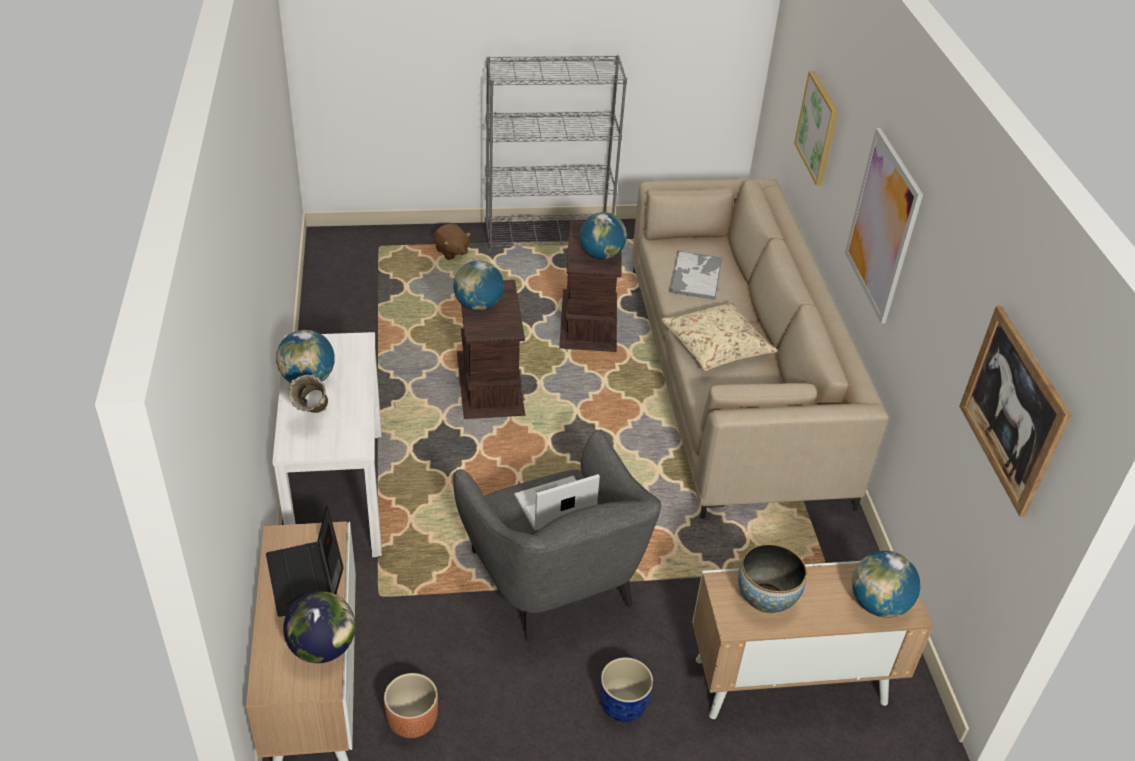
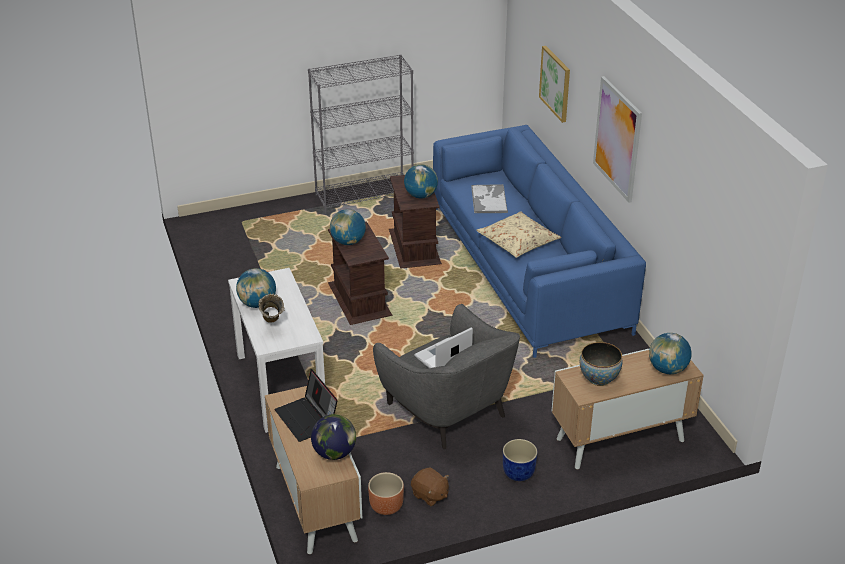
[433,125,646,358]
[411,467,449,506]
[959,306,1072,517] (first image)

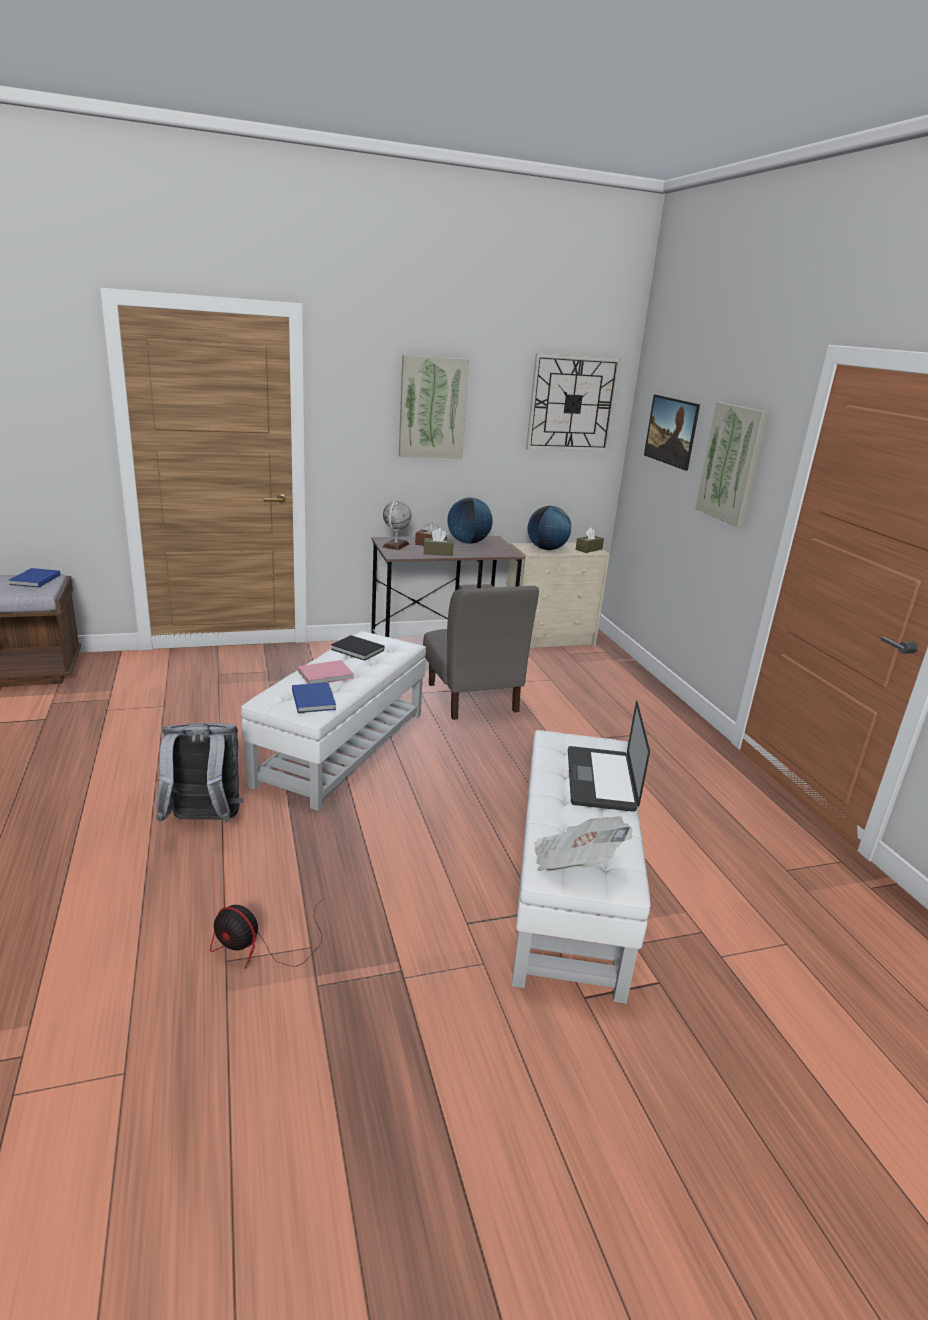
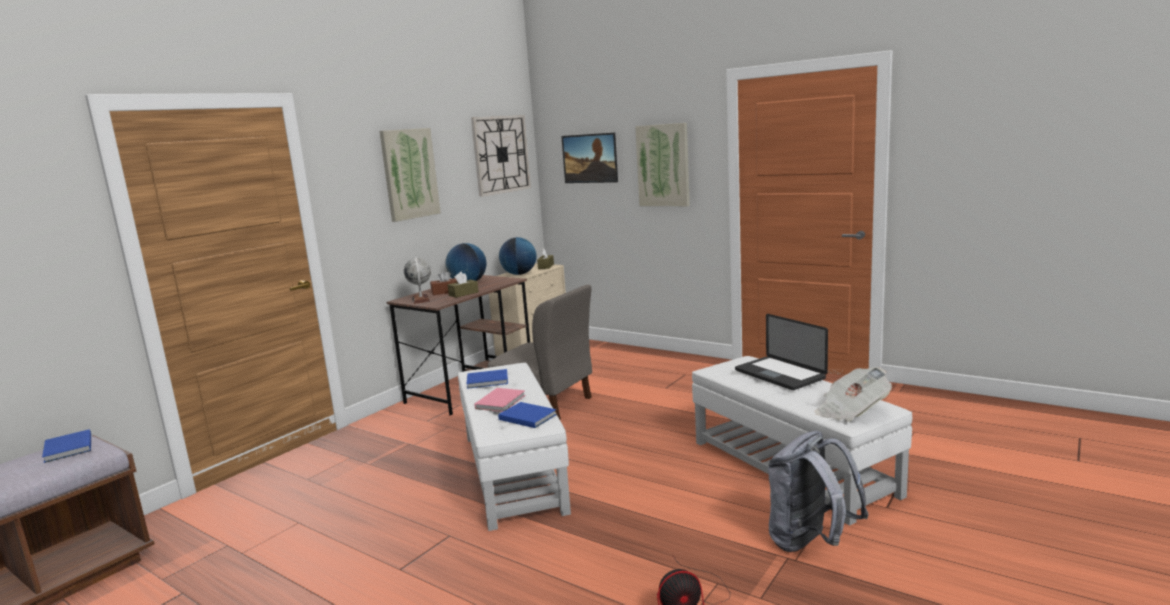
[467,369,508,389]
[768,431,869,552]

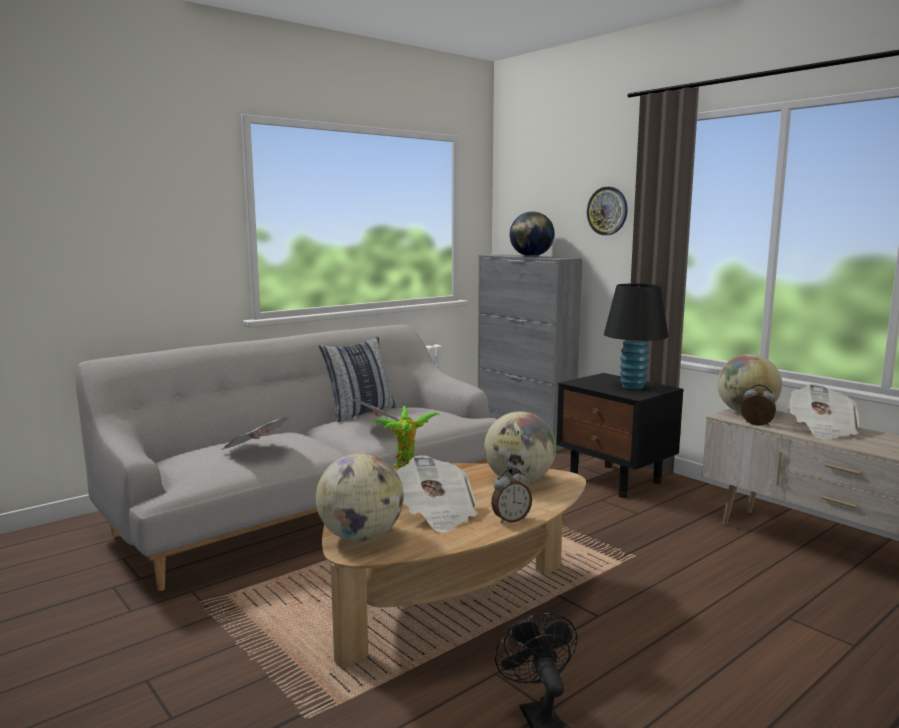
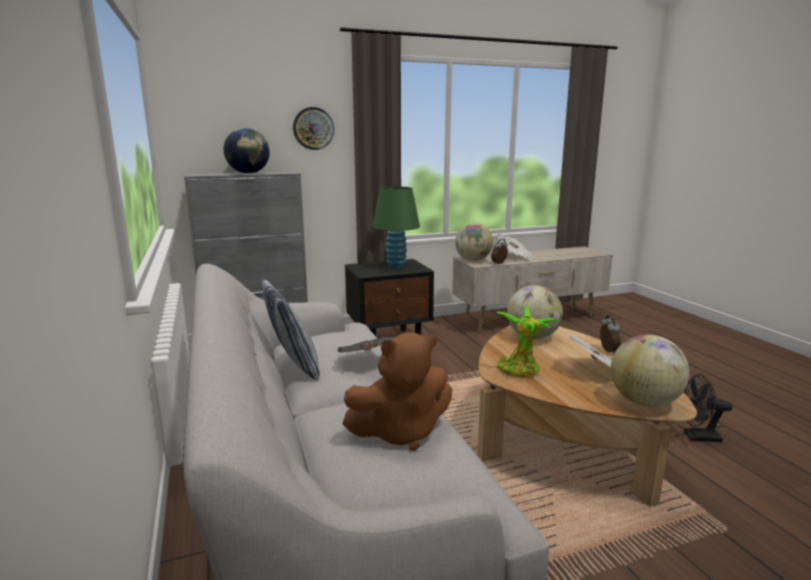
[372,186,420,268]
[343,332,452,451]

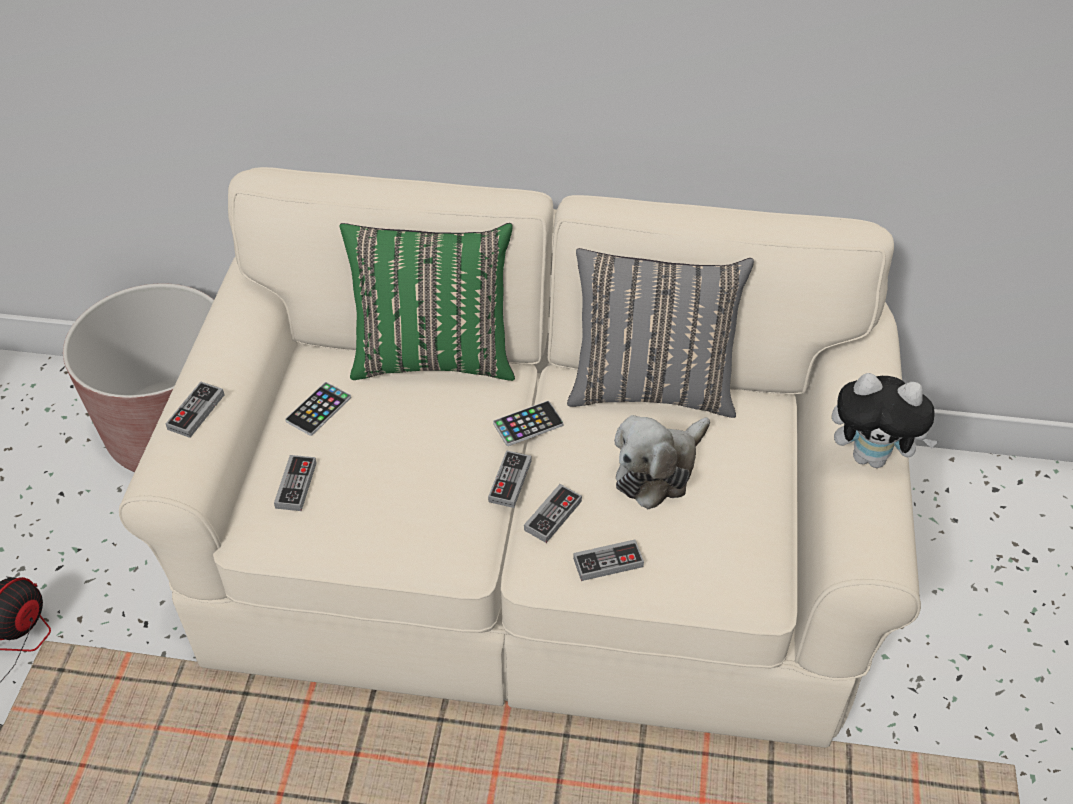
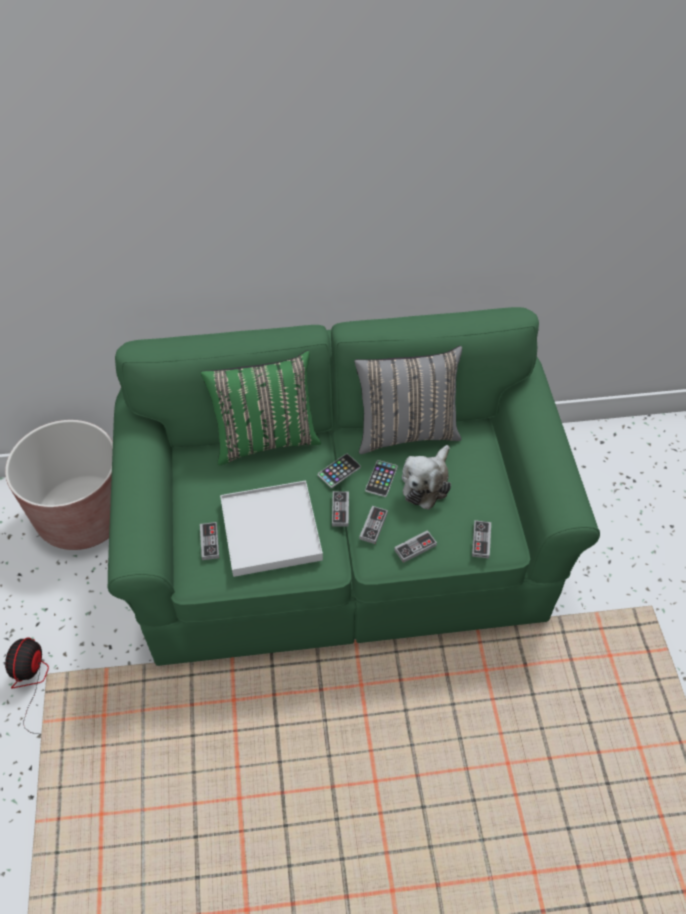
[108,307,600,666]
[832,373,939,468] (first image)
[472,520,491,558]
[365,460,398,497]
[220,480,323,577]

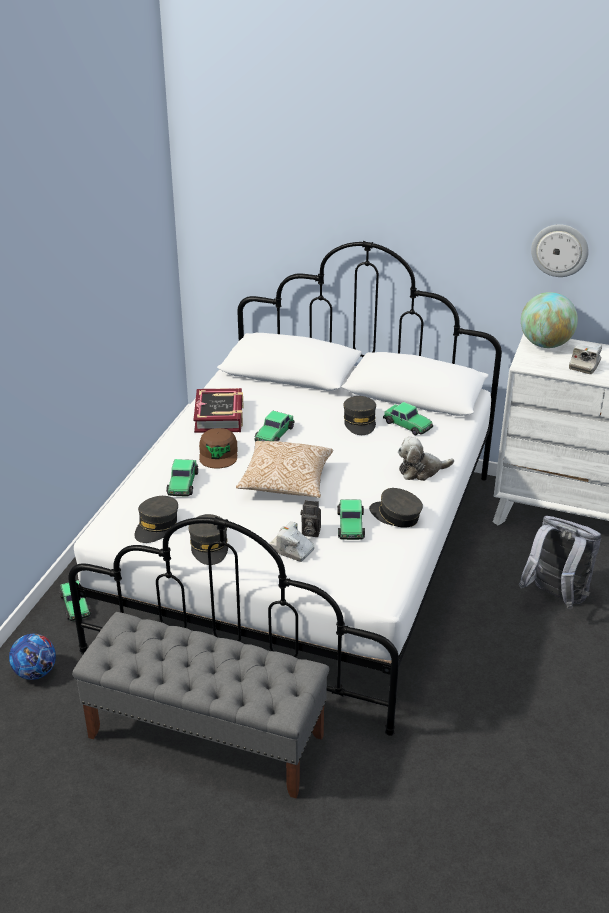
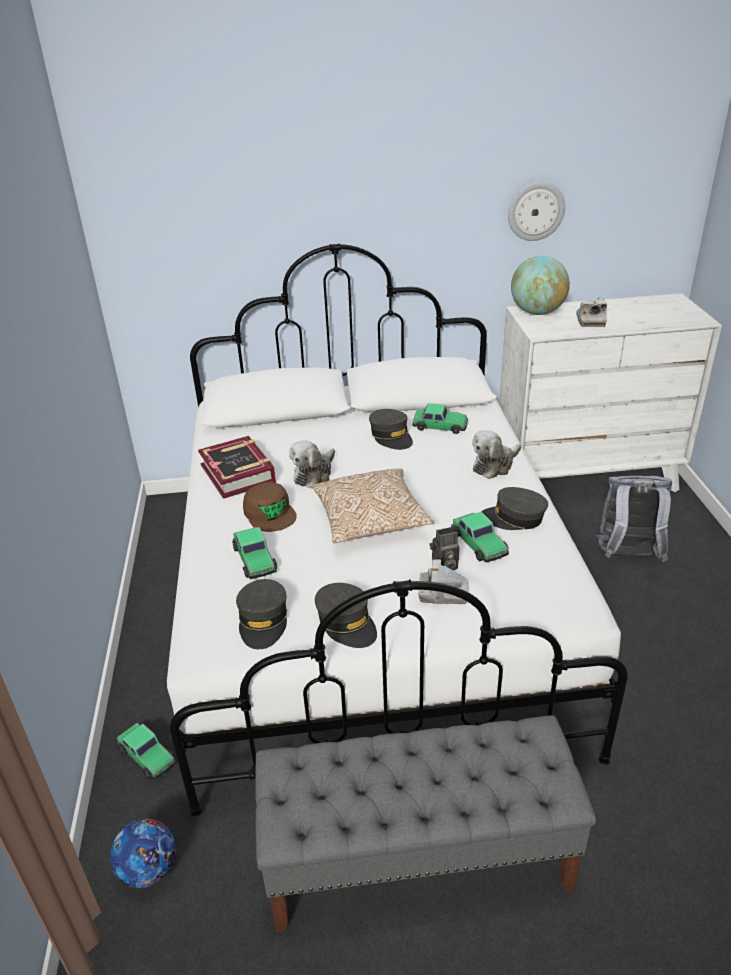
[289,441,335,489]

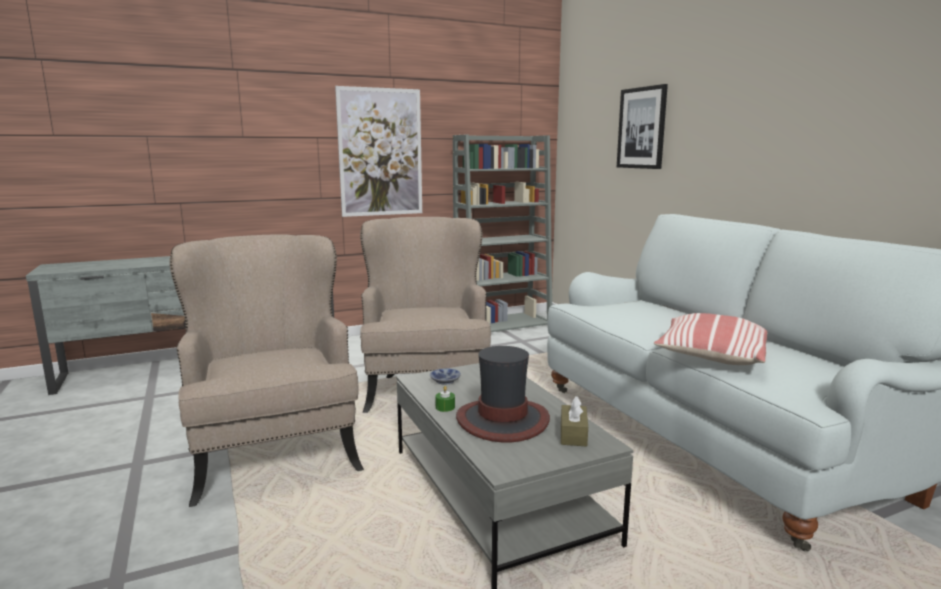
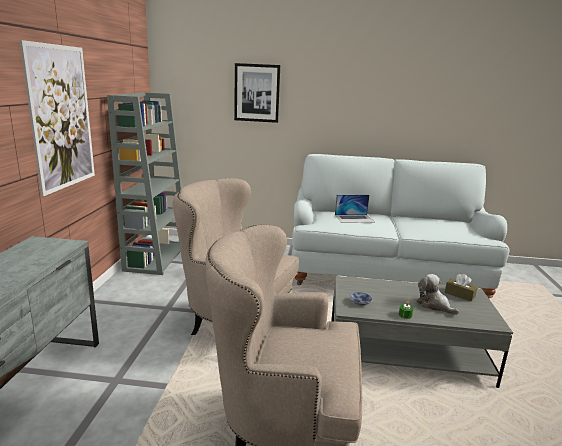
[654,313,767,365] (first image)
[416,274,459,315]
[335,195,374,223]

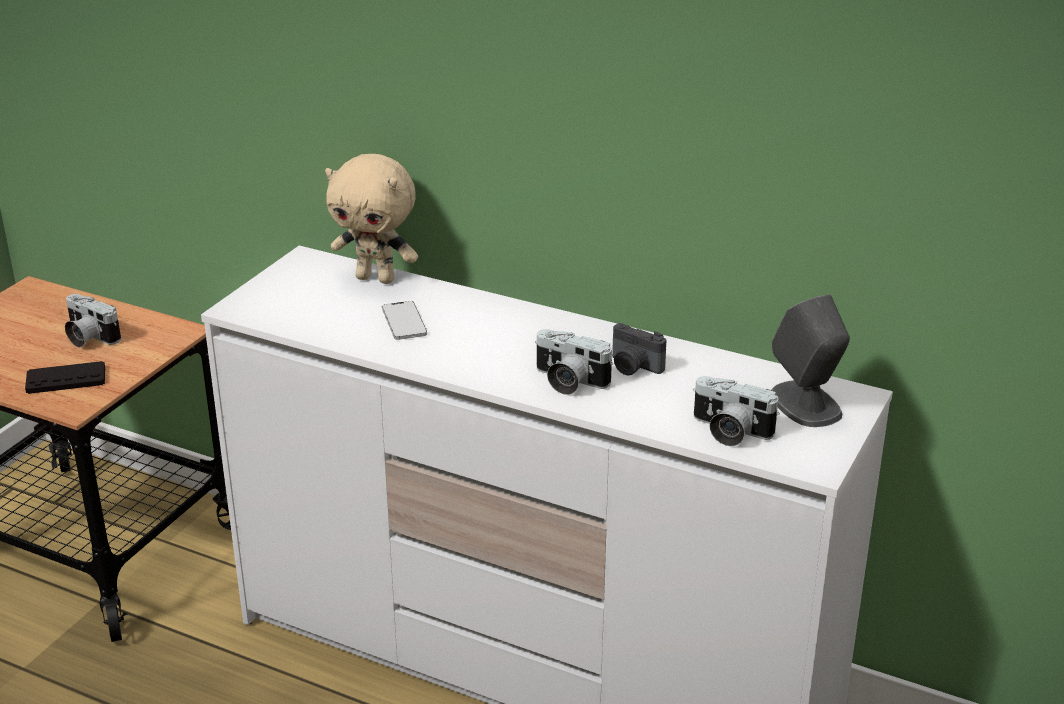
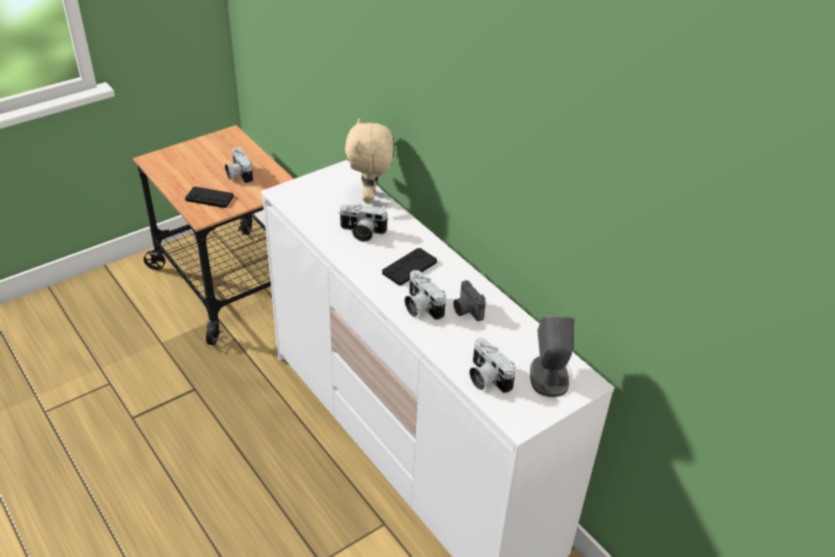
[345,118,394,203]
[338,204,389,242]
[382,248,437,285]

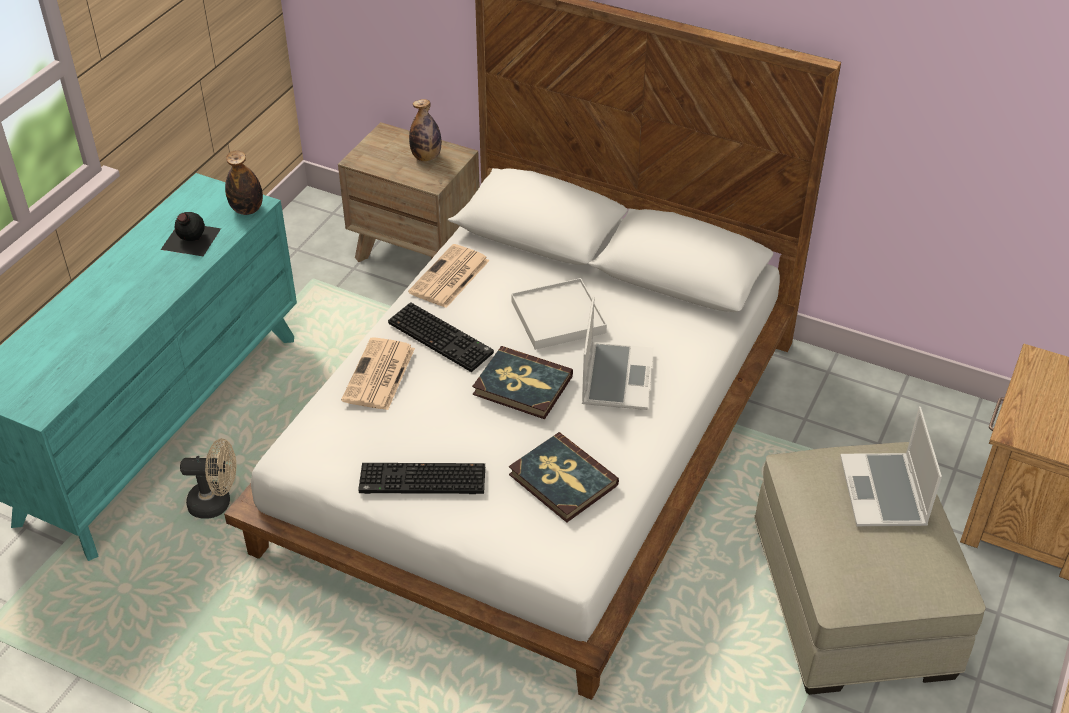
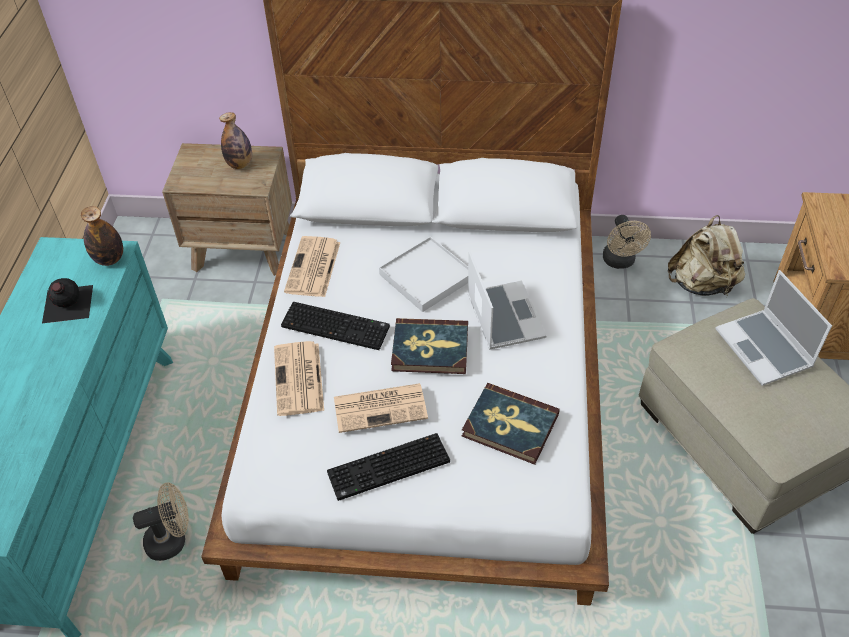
[603,215,651,269]
[668,215,745,297]
[334,383,428,433]

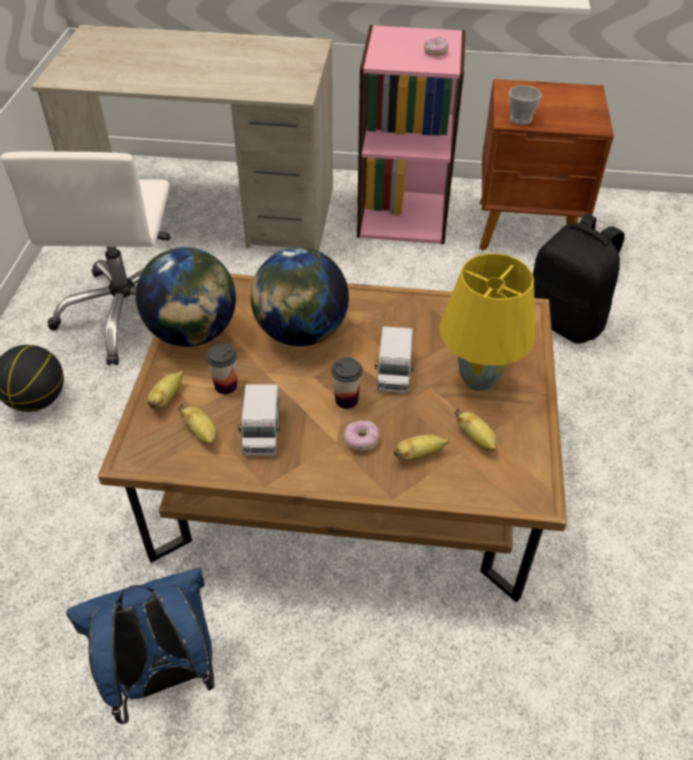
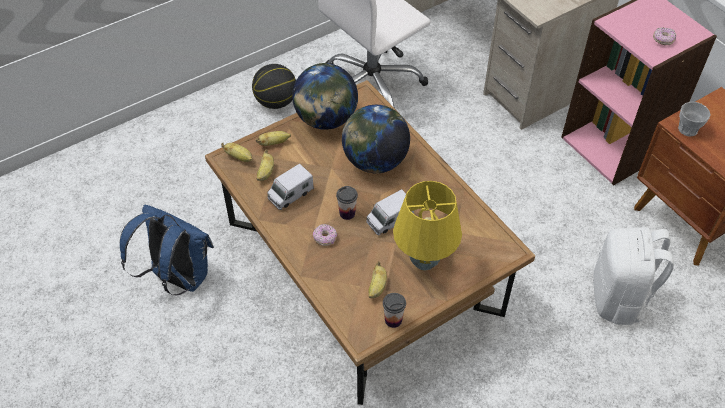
[593,227,674,325]
[383,293,406,328]
[221,143,252,162]

